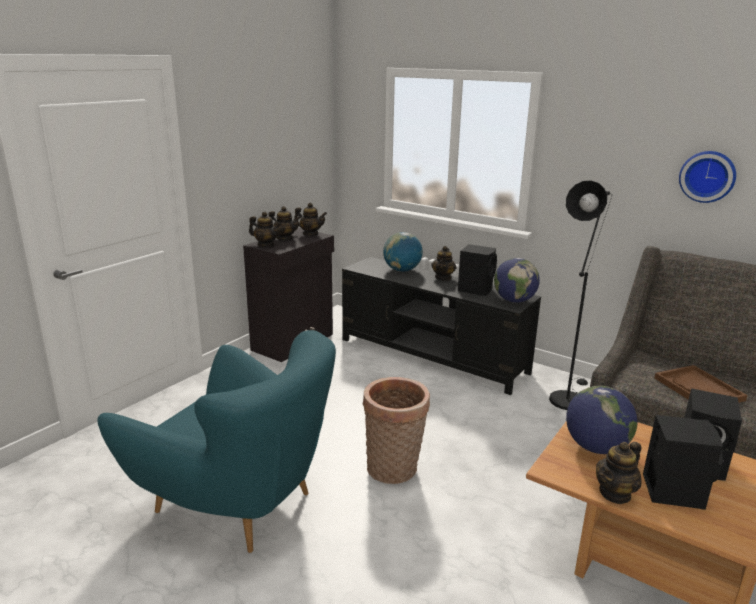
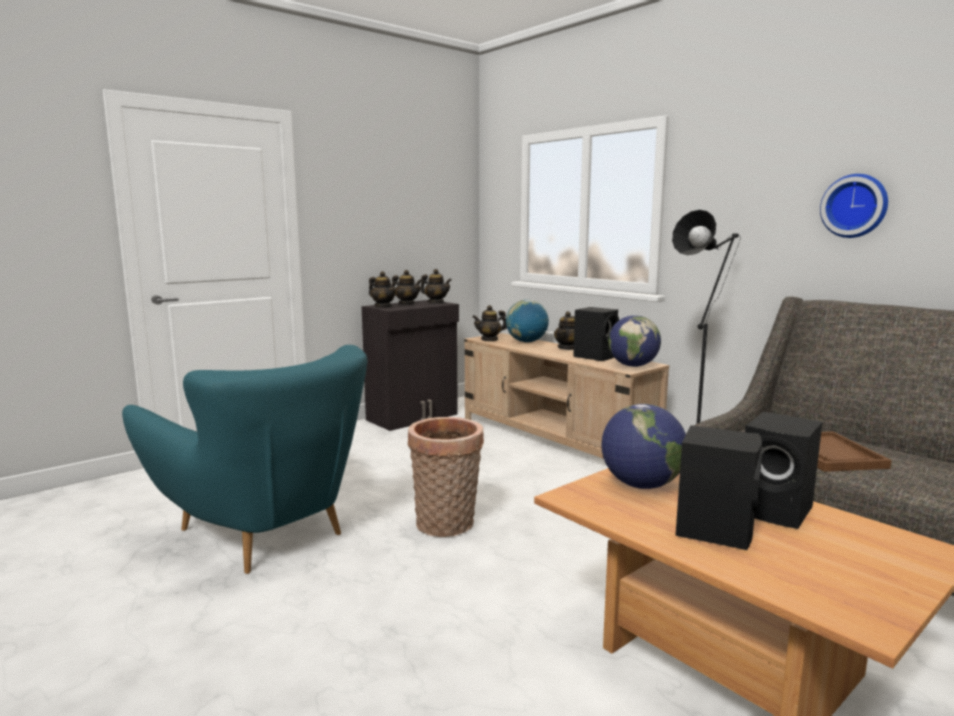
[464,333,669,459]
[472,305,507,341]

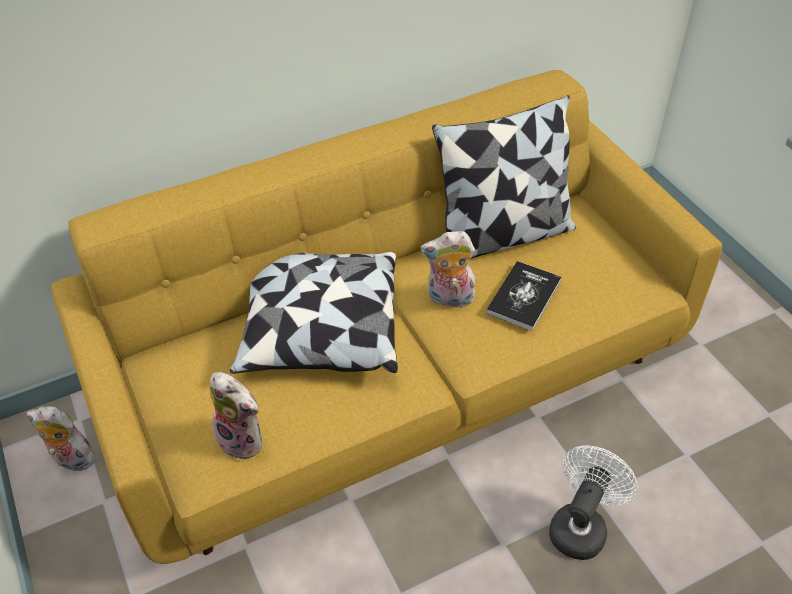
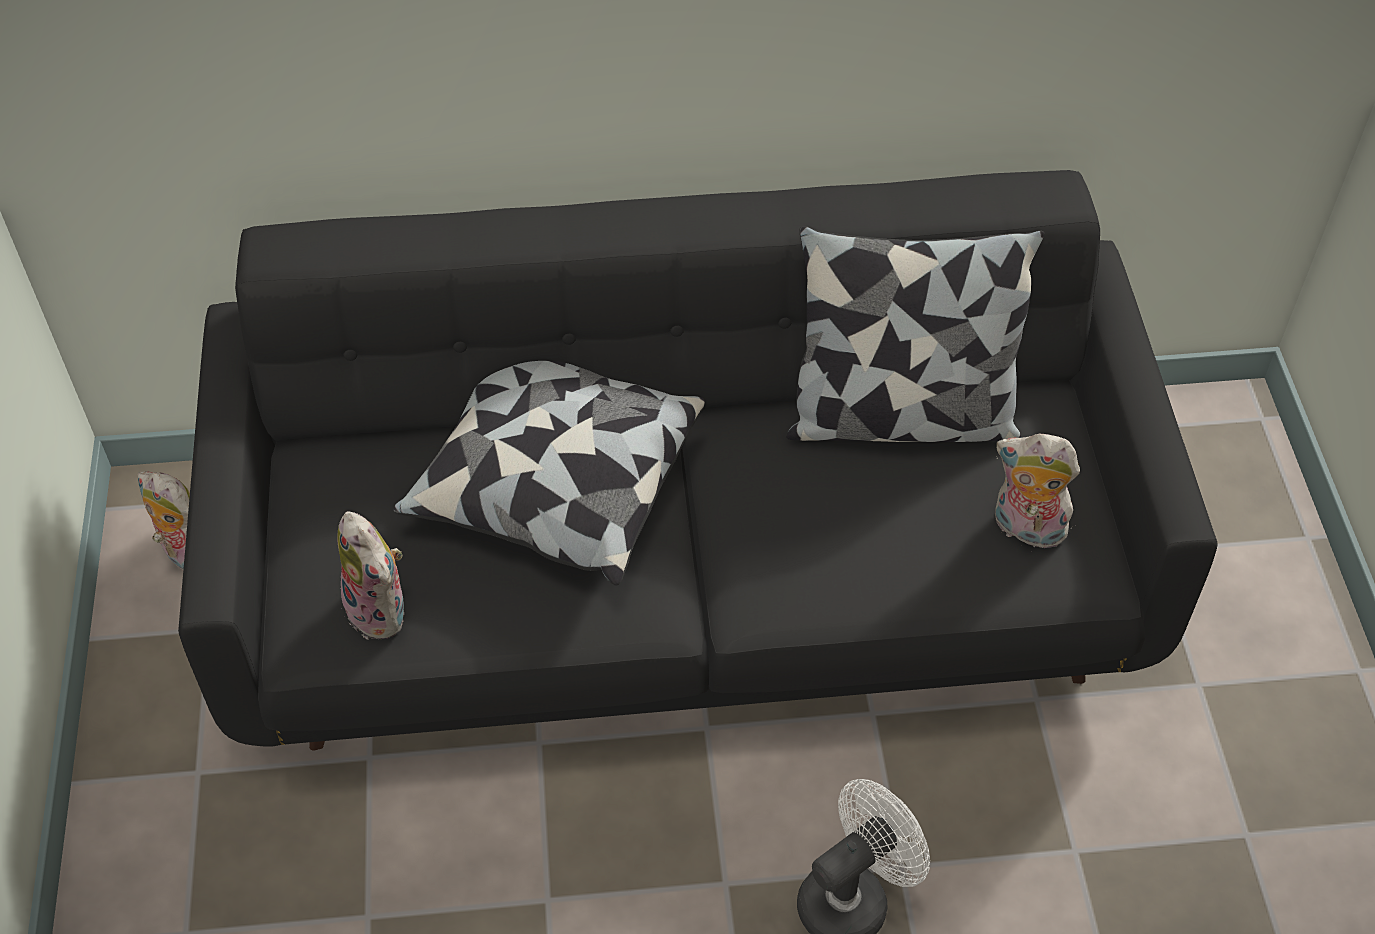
[178,170,1218,751]
[995,434,1080,548]
[486,261,561,331] (first image)

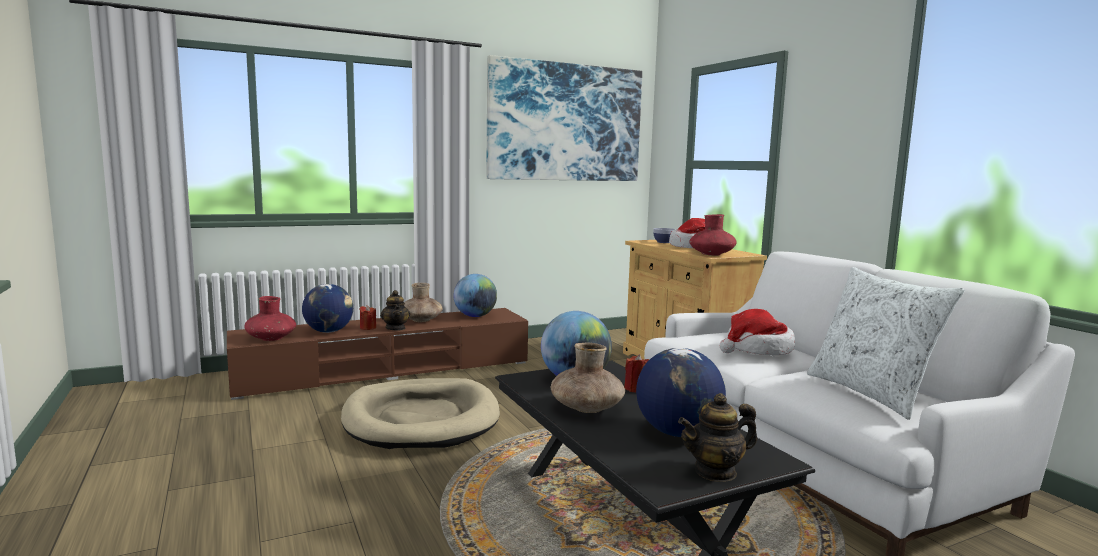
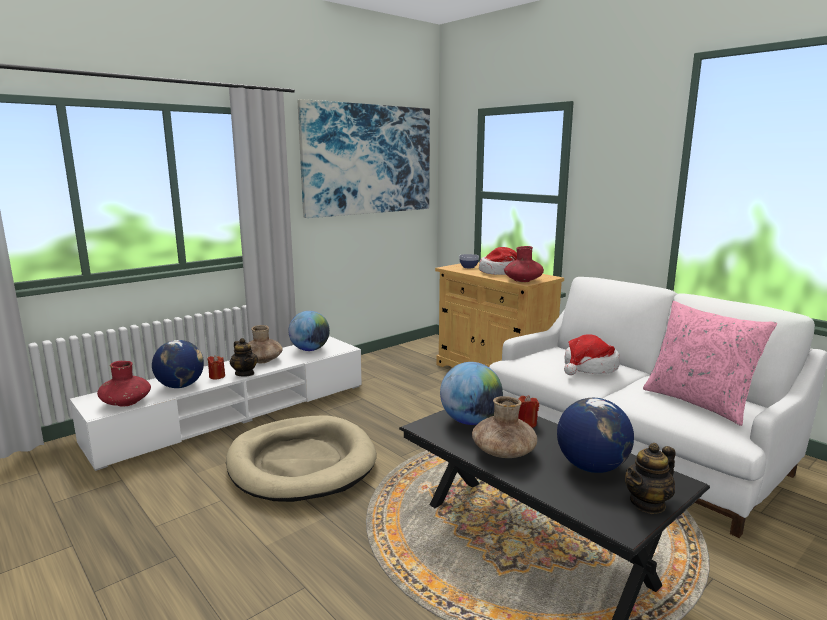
[643,301,777,426]
[70,336,362,471]

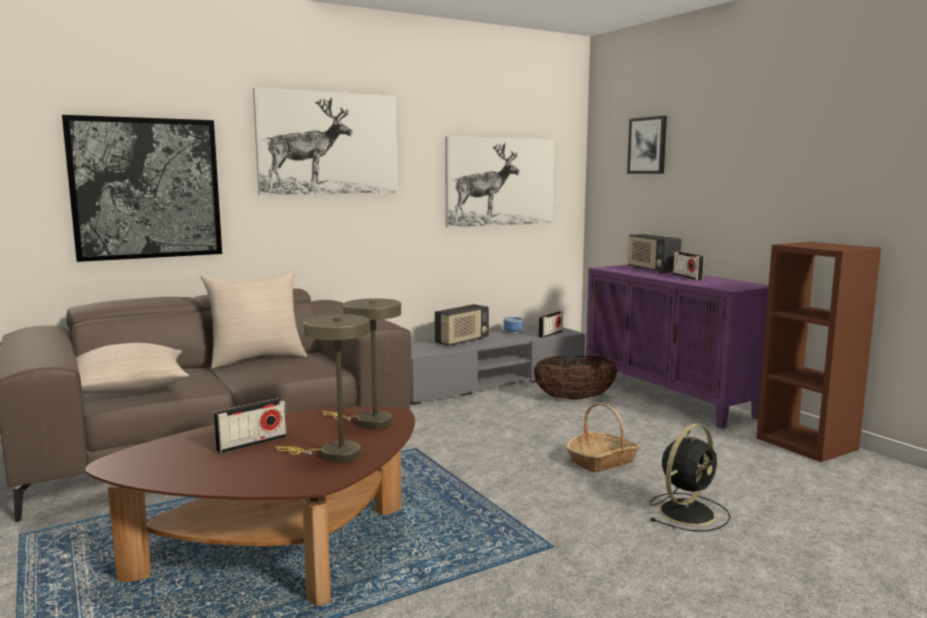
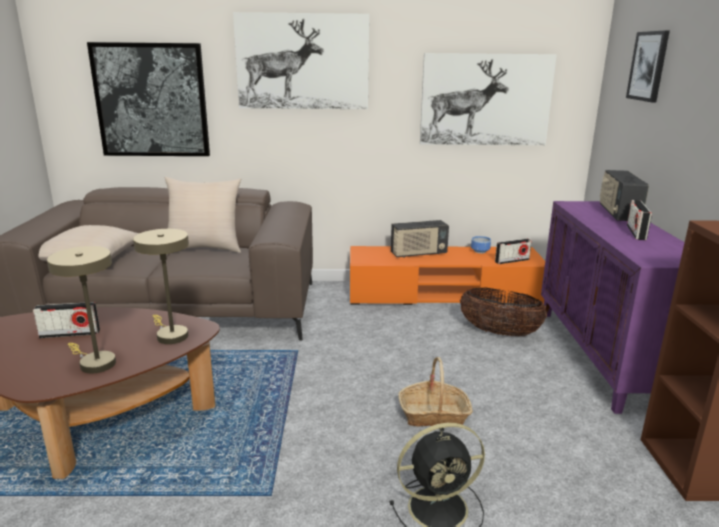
[350,246,545,305]

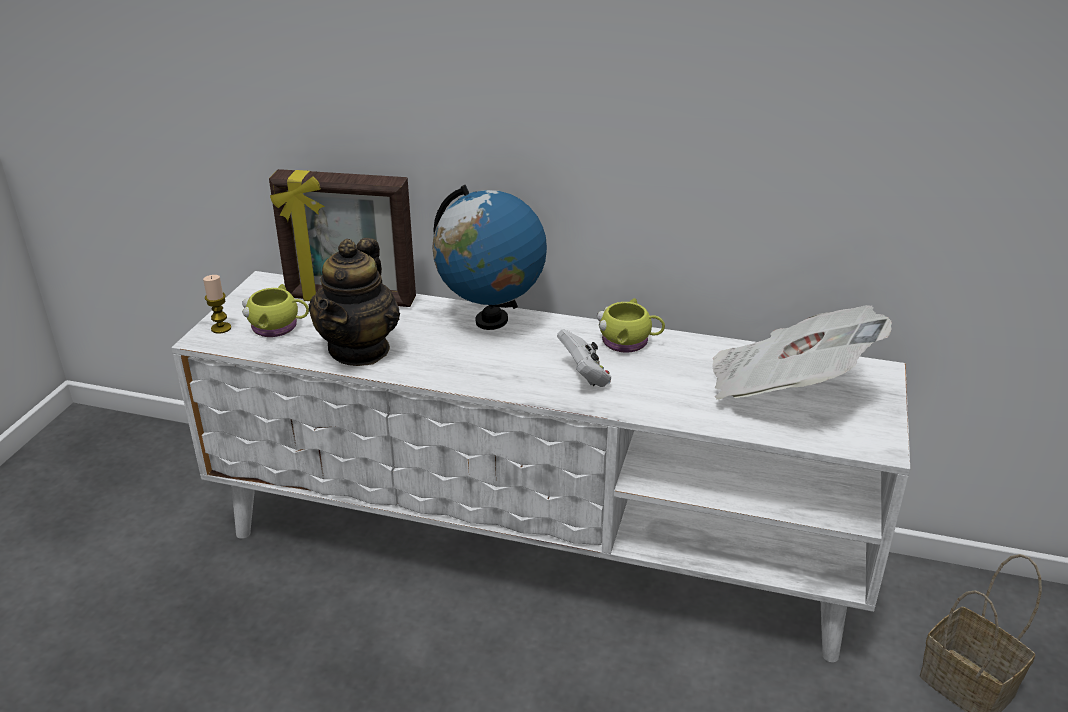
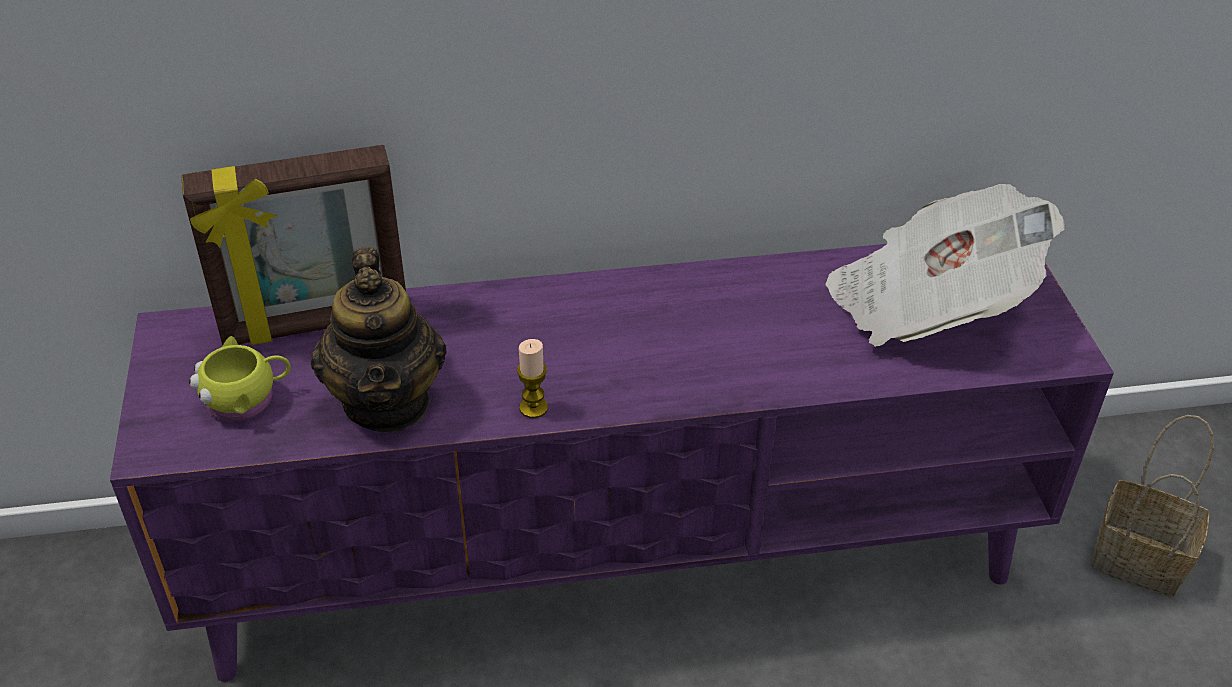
[432,185,547,330] (first image)
[110,244,1114,682]
[517,339,548,418]
[597,298,665,353] (first image)
[557,329,611,387] (first image)

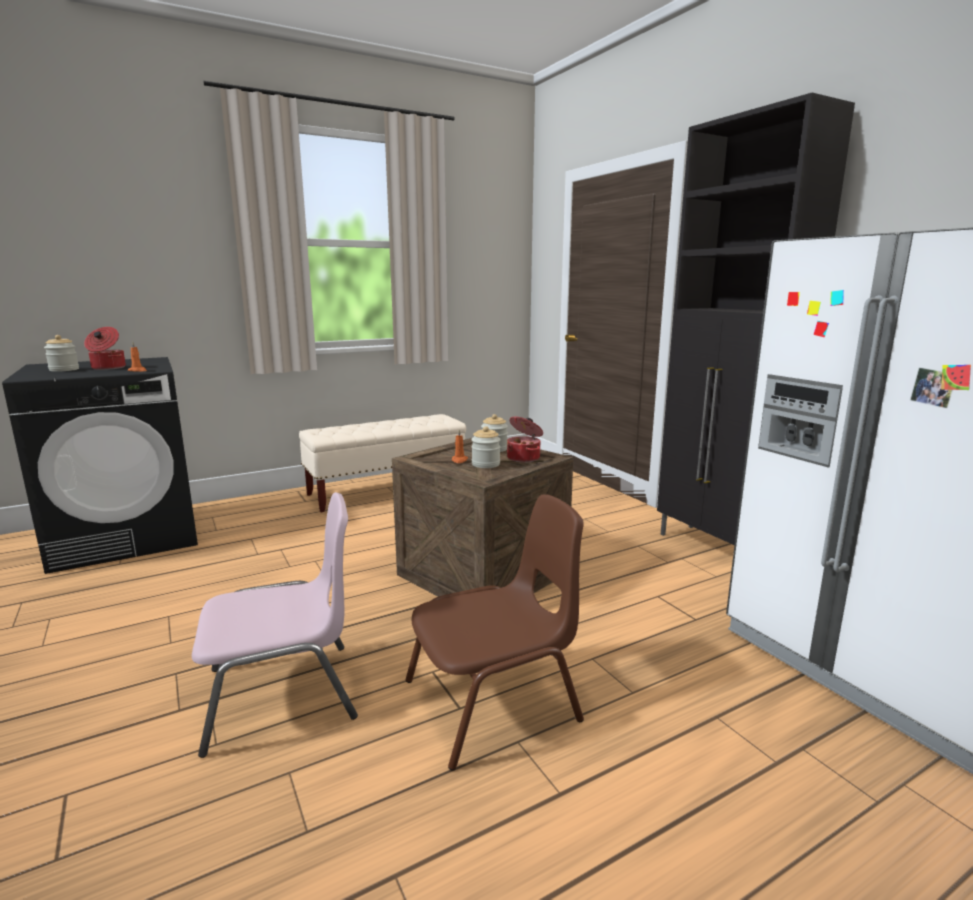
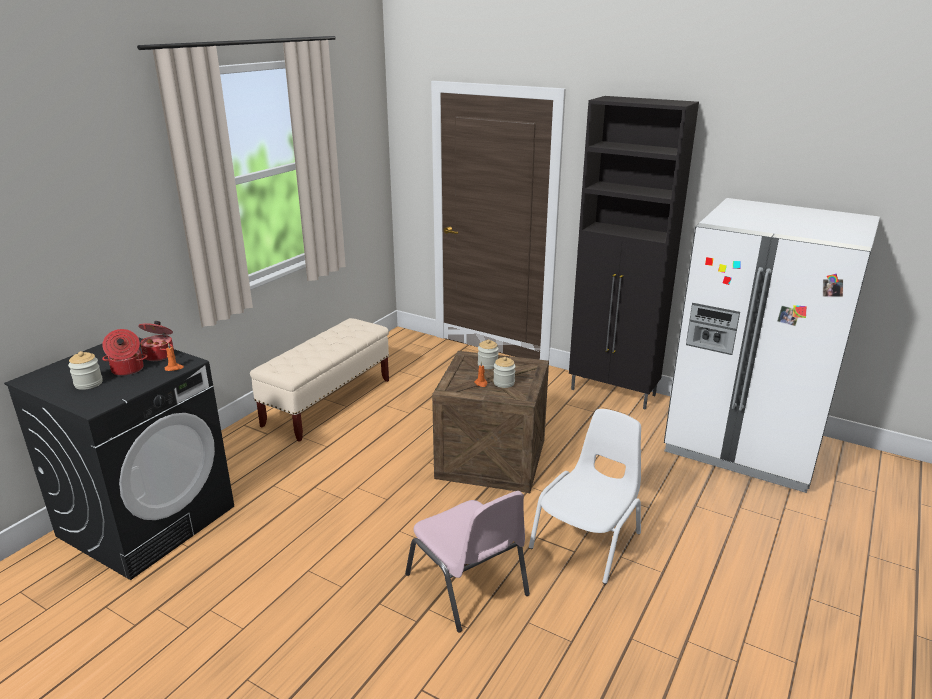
[138,321,174,361]
[405,491,530,632]
[529,409,641,584]

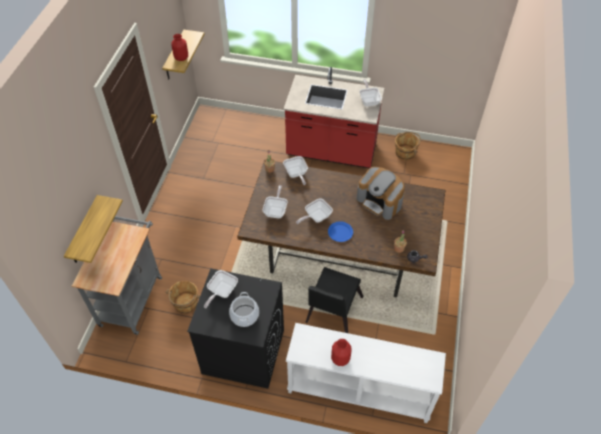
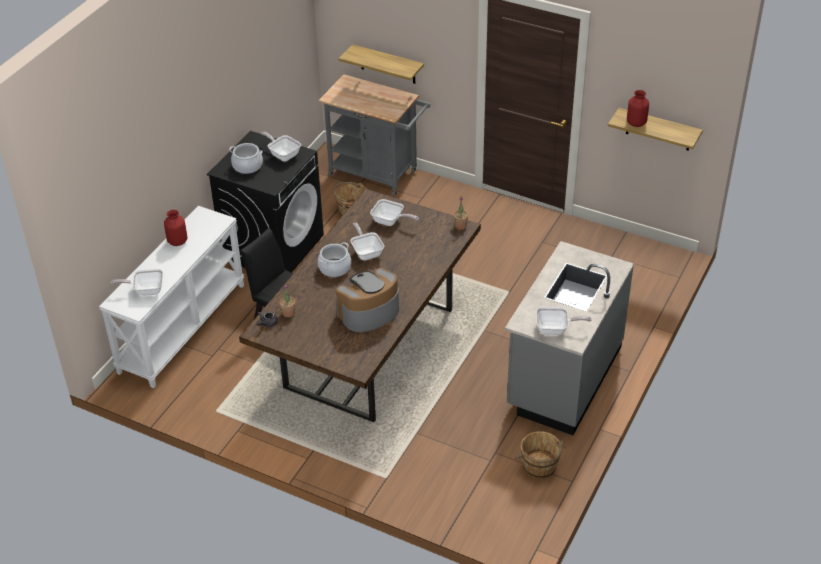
[505,241,634,435]
[111,269,163,296]
[318,242,351,277]

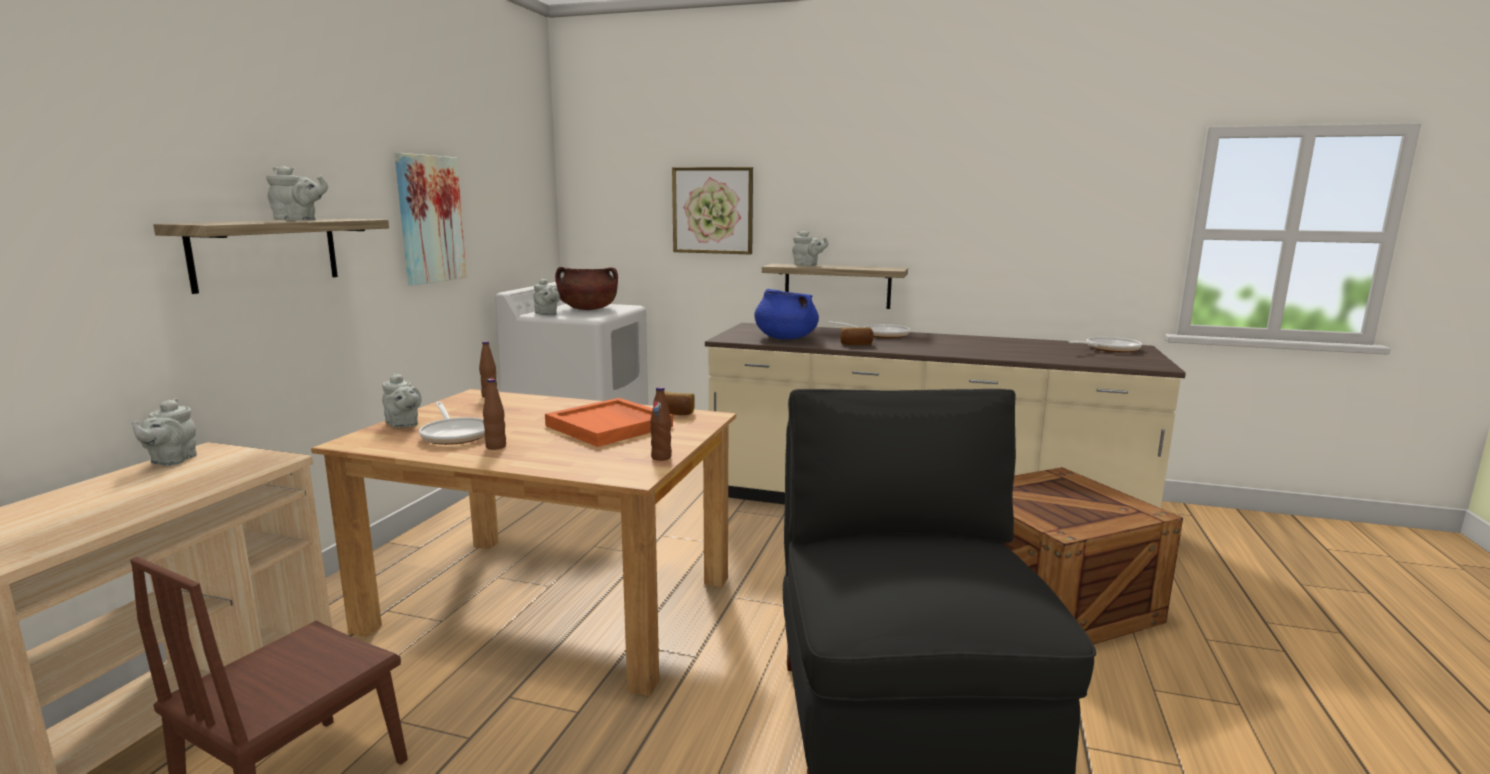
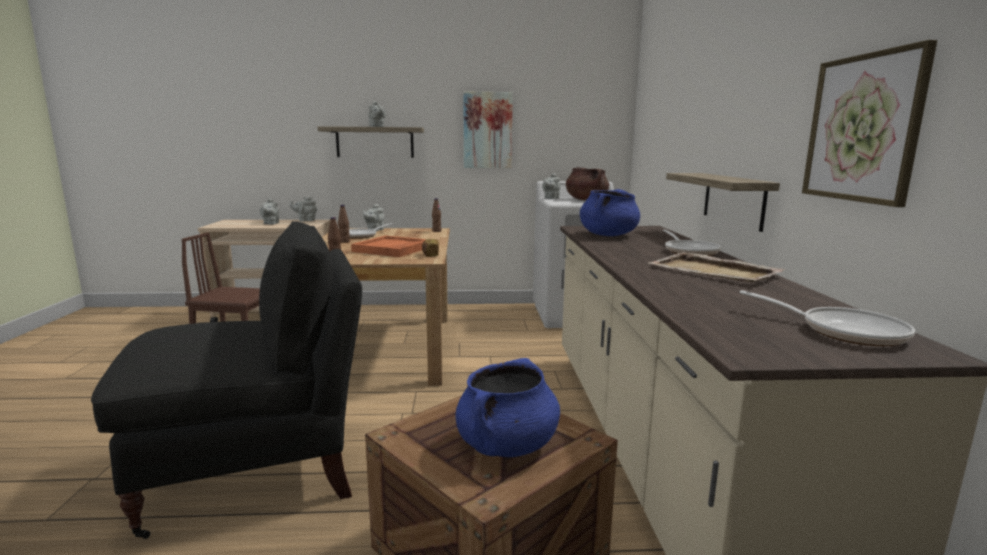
[802,40,937,207]
[260,198,279,225]
[840,327,874,345] (first image)
[649,252,786,283]
[456,358,560,457]

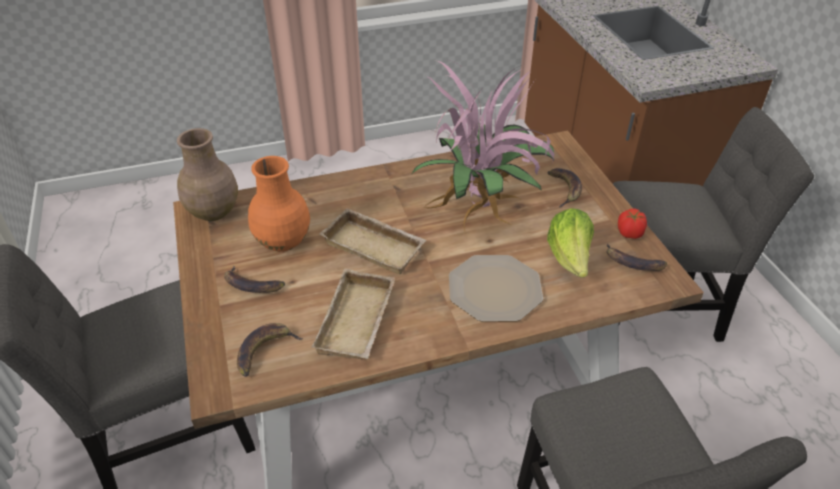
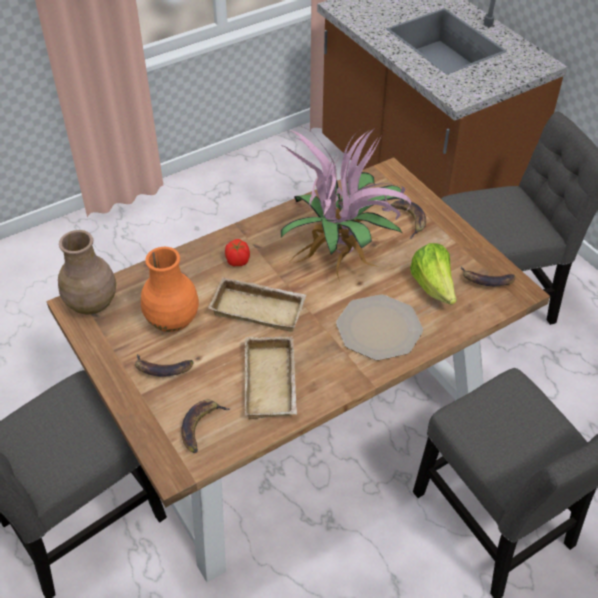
[225,239,250,266]

